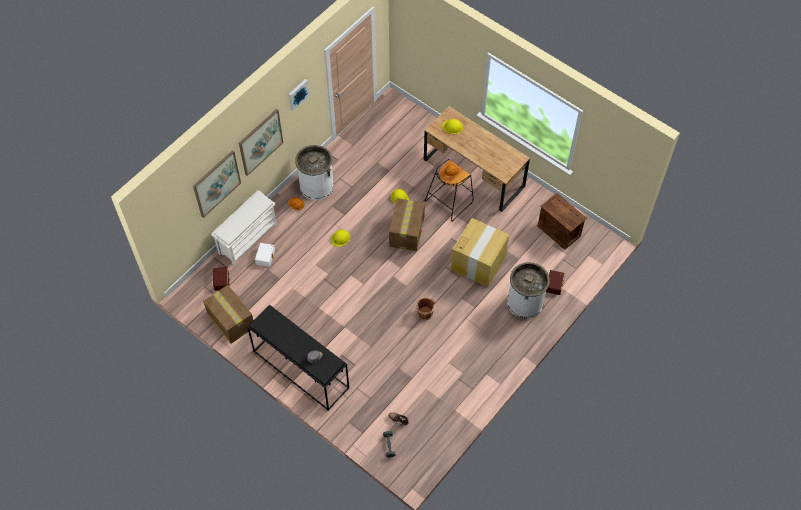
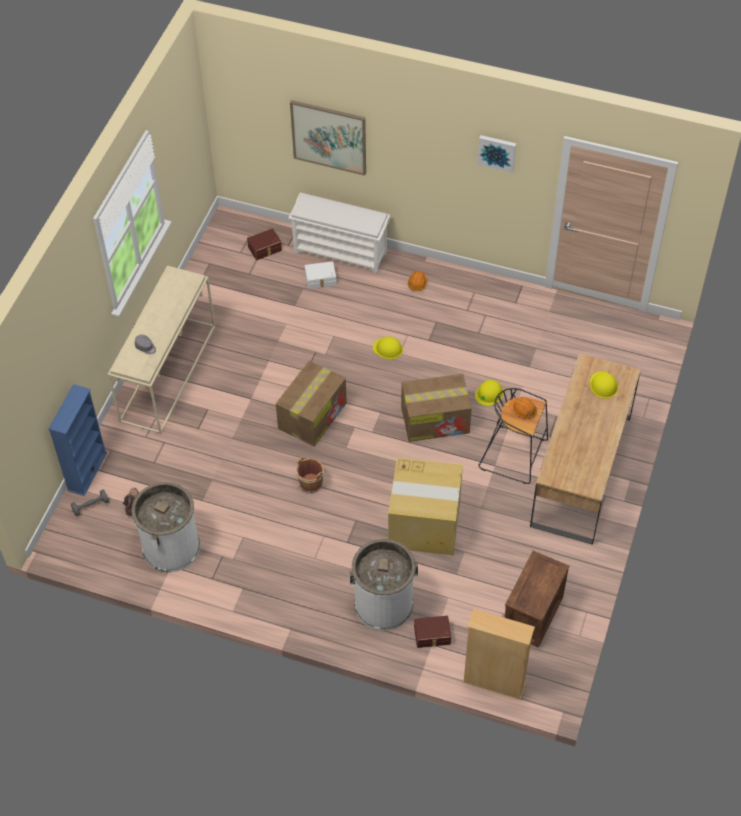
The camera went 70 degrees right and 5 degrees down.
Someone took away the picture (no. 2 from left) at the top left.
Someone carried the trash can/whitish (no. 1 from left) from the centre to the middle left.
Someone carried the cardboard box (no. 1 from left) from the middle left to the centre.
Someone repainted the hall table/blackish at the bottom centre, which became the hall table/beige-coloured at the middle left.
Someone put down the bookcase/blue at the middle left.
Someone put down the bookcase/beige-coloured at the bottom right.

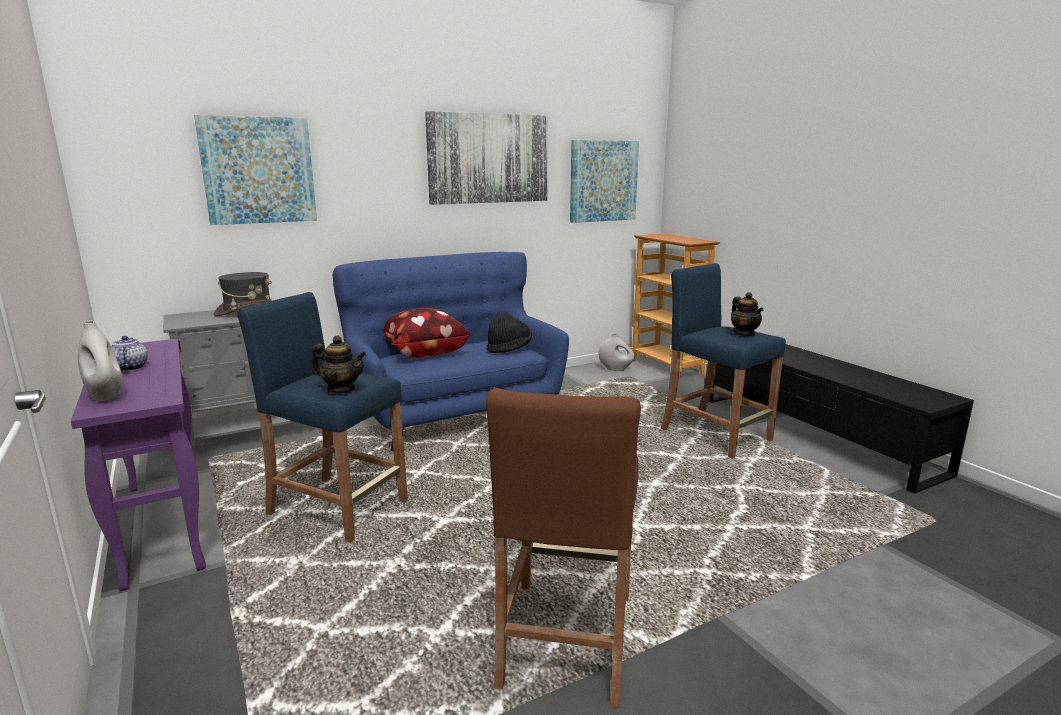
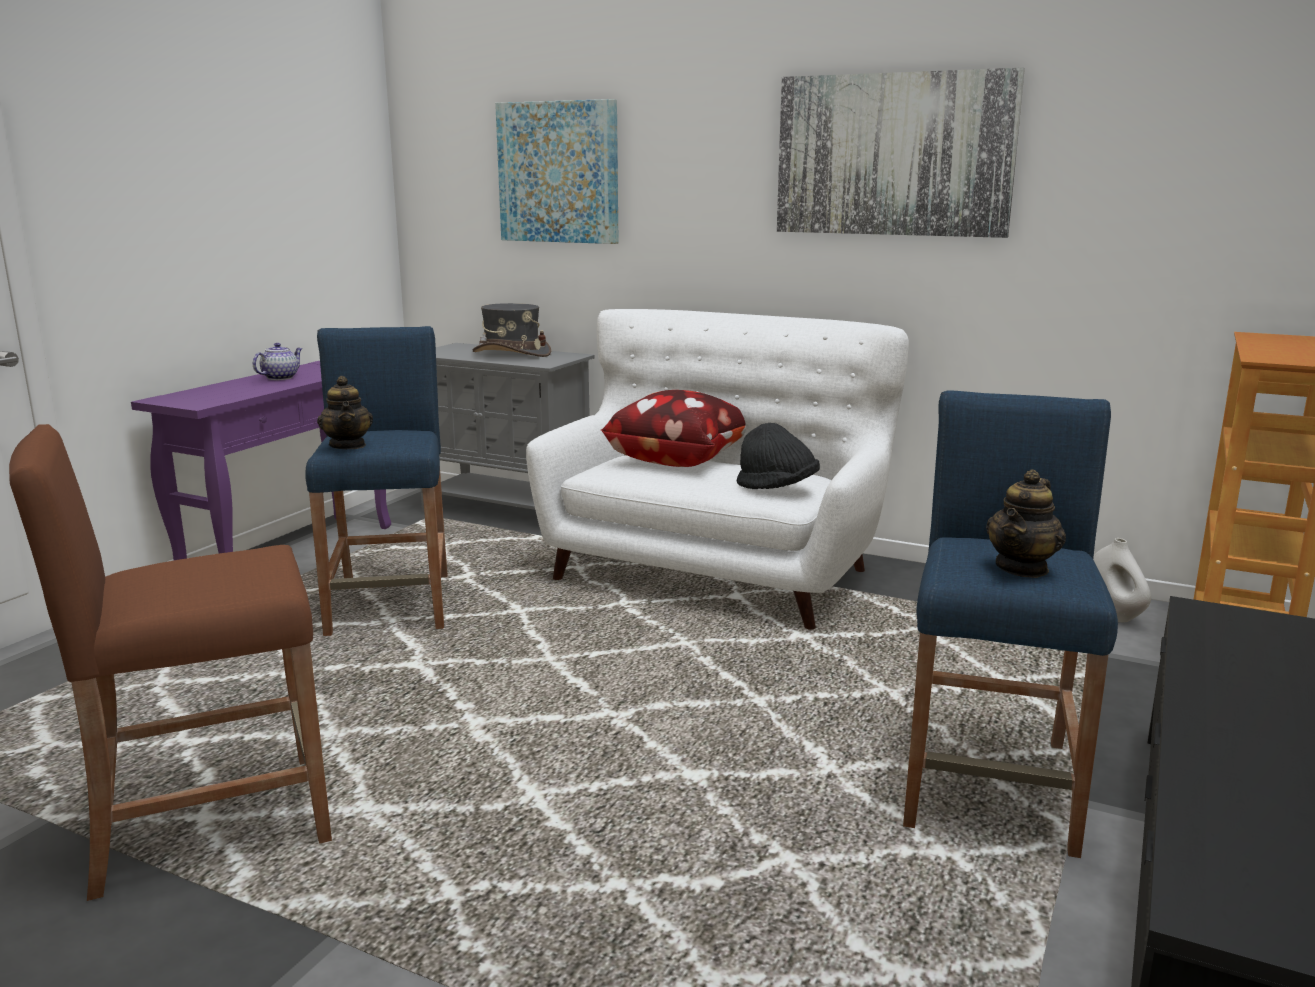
The camera went 55 degrees right and 0 degrees up.
Someone took away the picture (no. 3 from left) at the top centre.
Someone repainted the settee/blue at the centre, which became the settee/whitish at the centre.
Someone took away the vase/whitish (no. 1 from left) at the middle left.

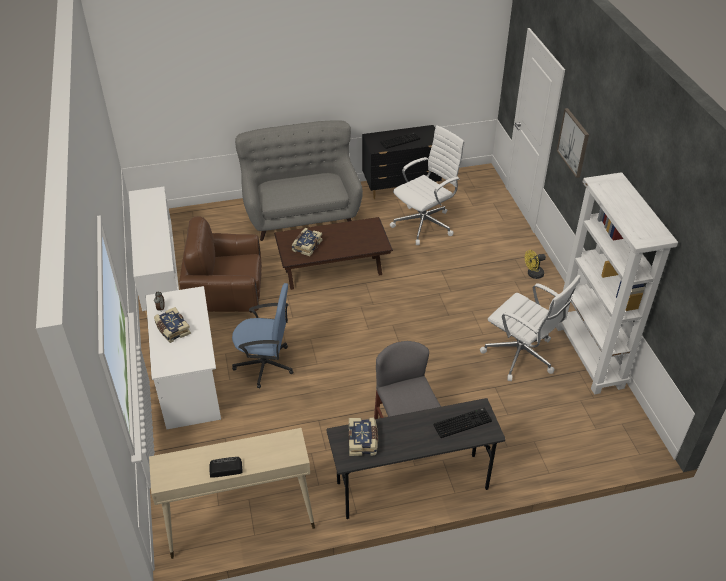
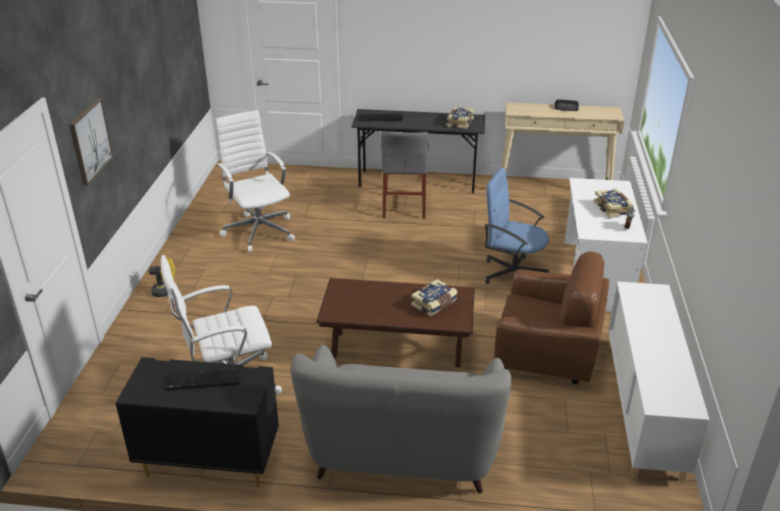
The camera went 160 degrees left and 10 degrees down.
Someone took away the bookcase/whitish at the middle right.

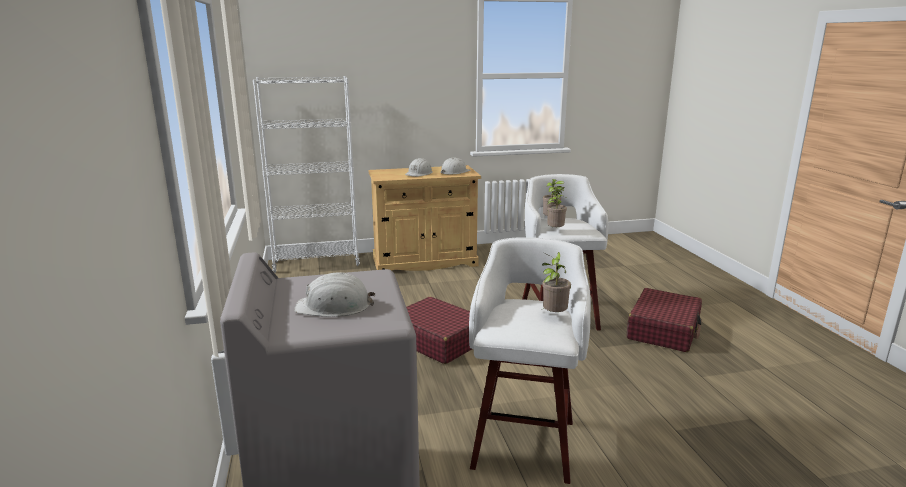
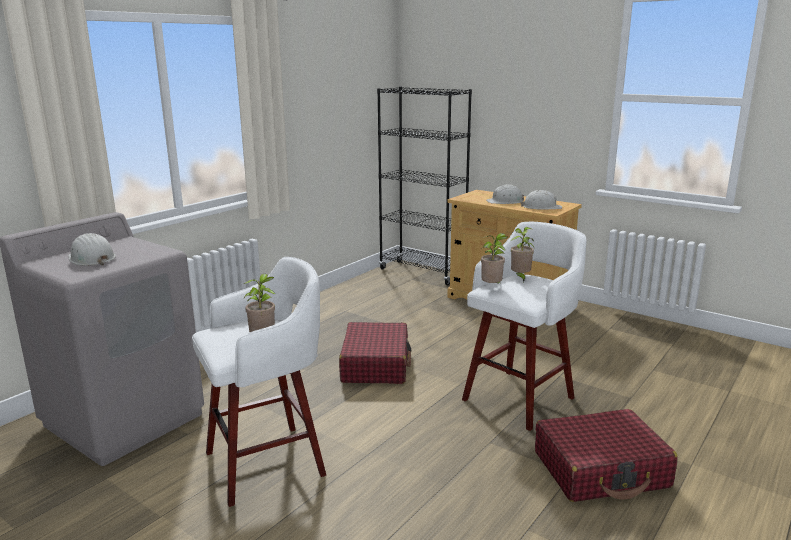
The camera went 50 degrees right and 0 degrees up.
Someone repainted the bookcase/whitish at the centre, which became the bookcase/blackish at the centre.

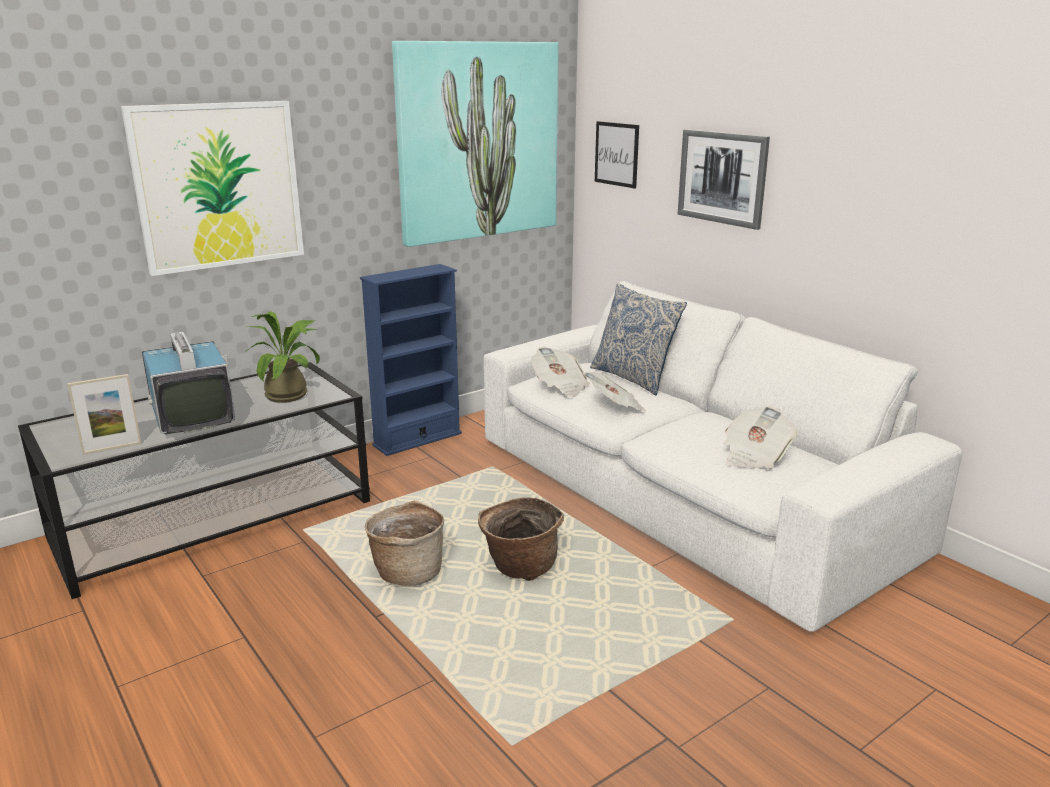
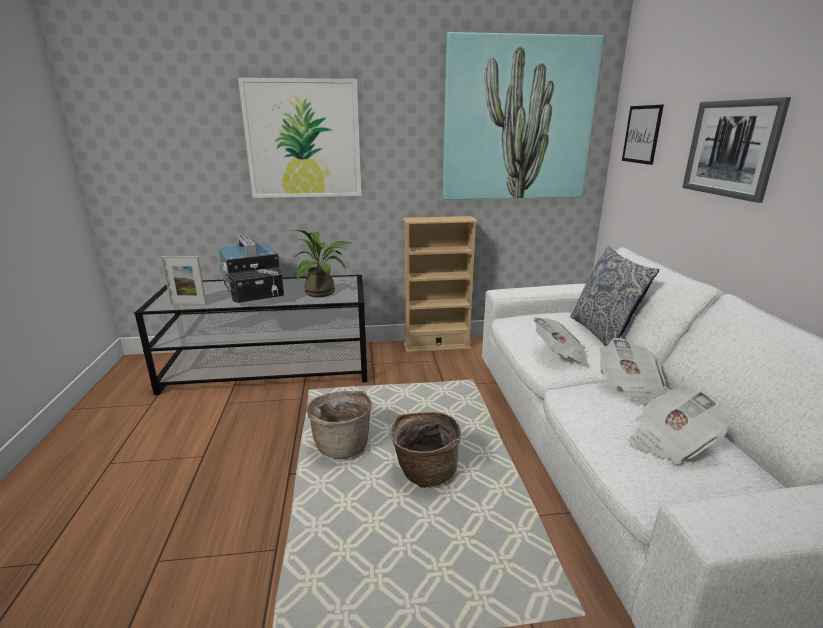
The camera went 30 degrees right and 0 degrees up.
Someone repainted the bookcase/blue at the centre, which became the bookcase/beige-coloured at the centre.
Someone rotated the TV at the middle left by 150 degrees clockwise.
Someone carried the printed paper (no. 1 from left in the first image) from the centre to the middle right.

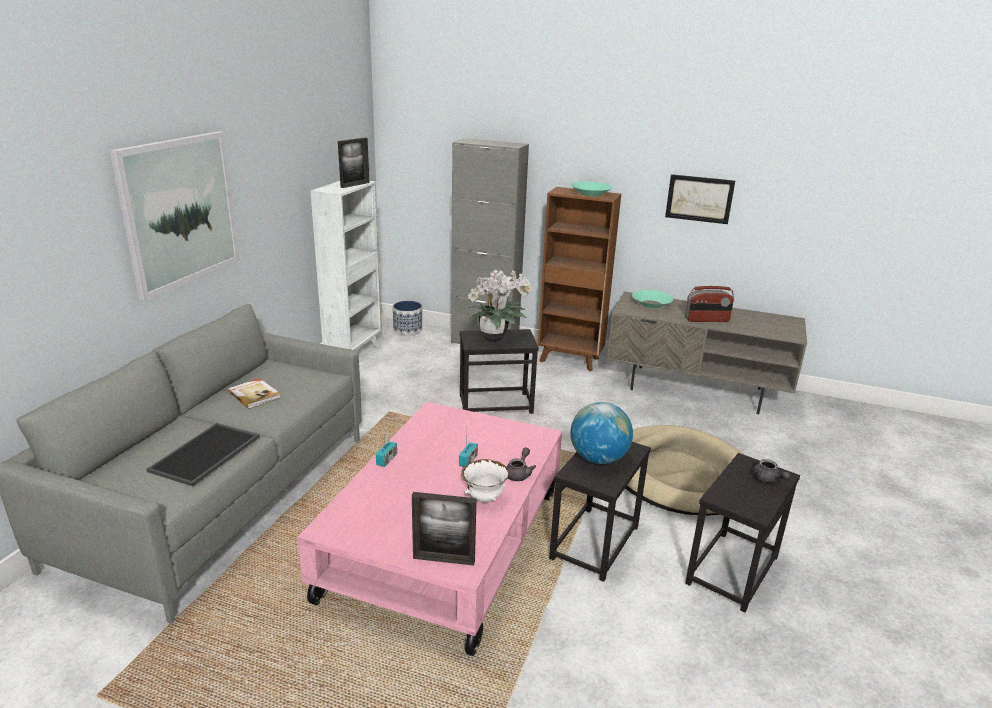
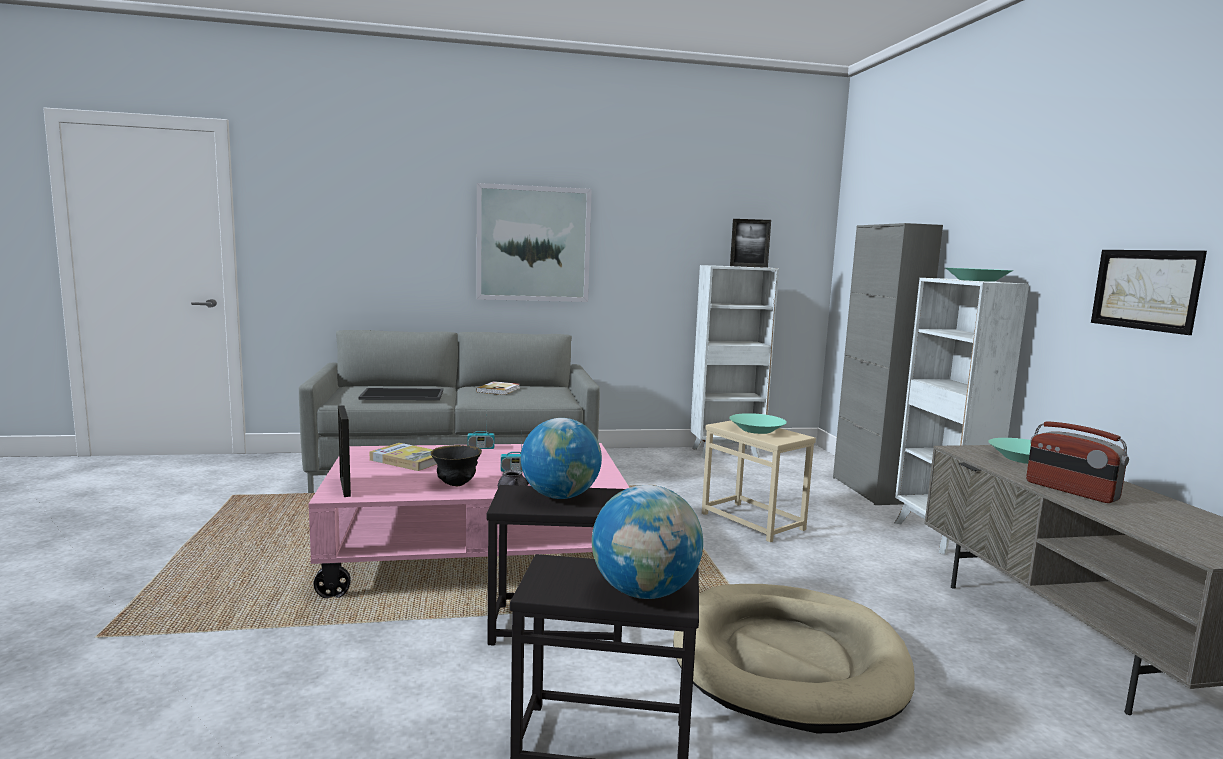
The camera went 60 degrees right and 15 degrees down.
Someone repainted the bookcase/brownish at the centre, which became the bookcase/whitish (no. 2 from left) at the middle right.
Someone swapped the plant in a pot at the centre for the bowl/blue-green (no. 1 from left) at the centre.
Someone took away the planter at the centre.
Someone repainted the accent table/blackish (no. 1 from left) at the centre, which became the accent table/beige-coloured at the centre.
Someone repainted the bowl/whitish at the bottom centre, which became the bowl/blackish at the centre.
Someone swapped the teapot/gray (no. 2 from left) at the middle right for the world globe (no. 2 from left) at the bottom centre.
Someone put down the book (no. 1 from left) at the middle left.

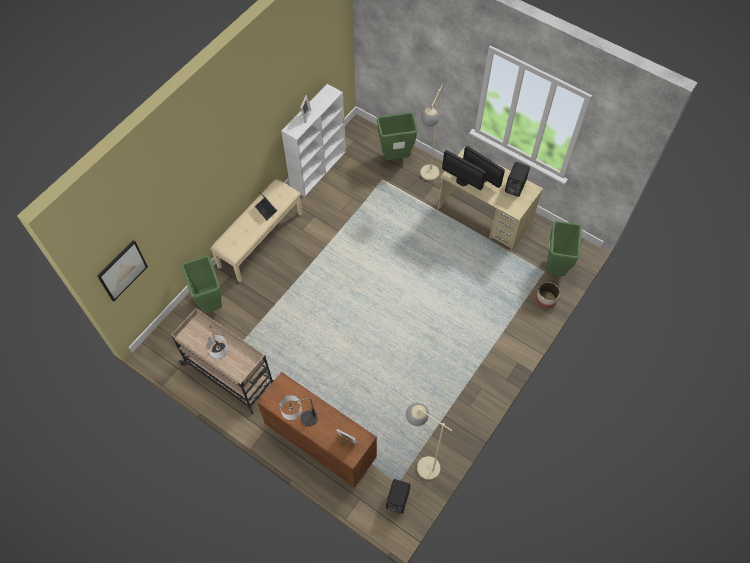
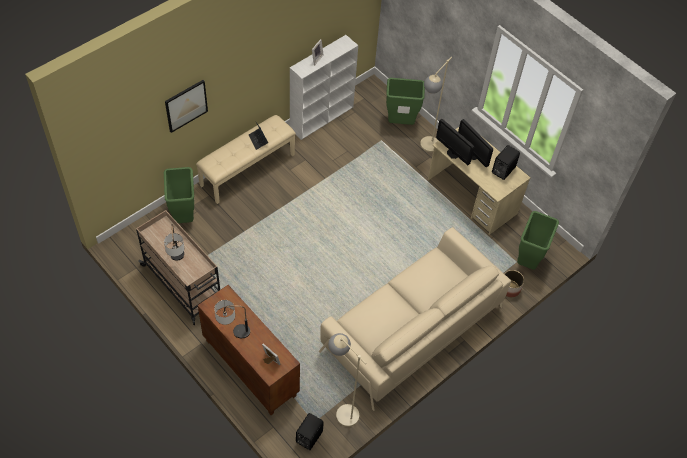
The camera went 10 degrees right and 5 degrees down.
Someone carried the picture from the middle left to the top left.
Someone put down the settee/beige-coloured at the bottom centre.

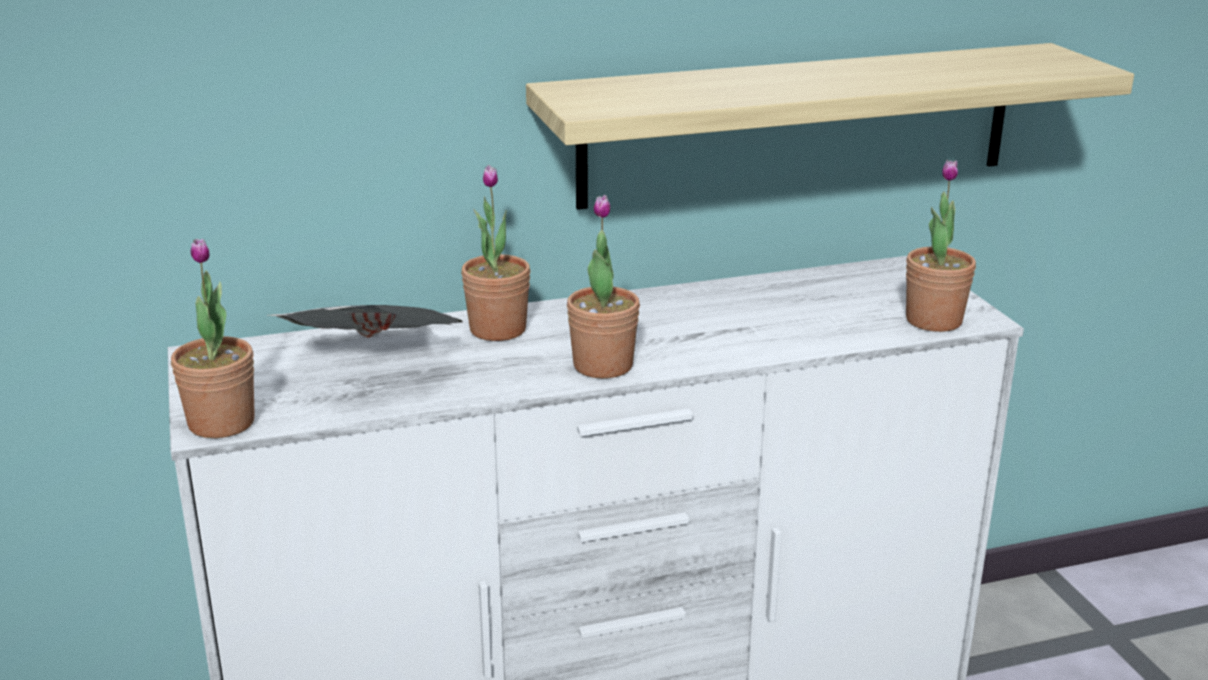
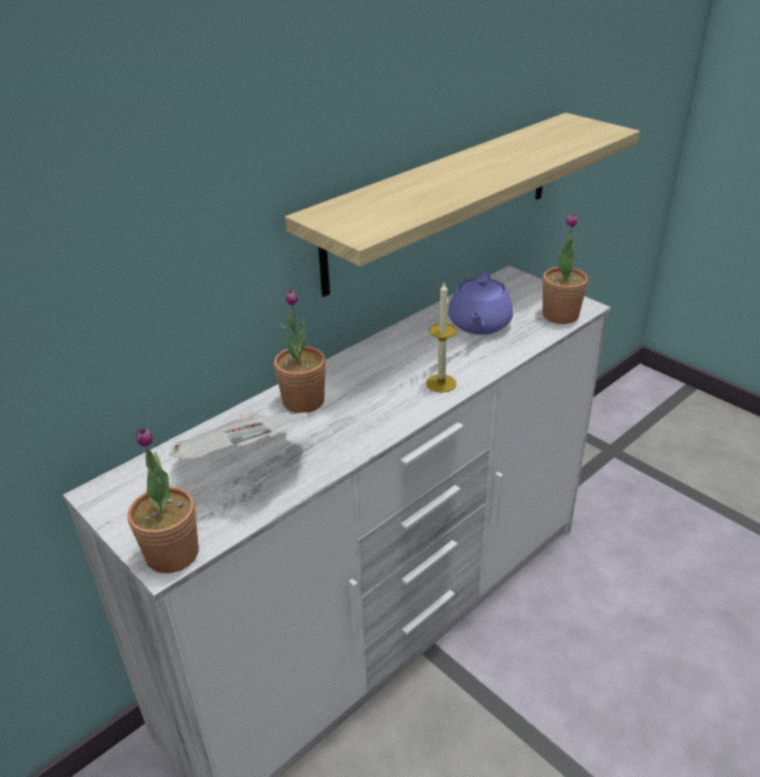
The camera went 25 degrees left and 10 degrees up.
Someone took away the plant in a pot (no. 3 from left) at the centre.
Someone put down the teapot/purplish at the centre.
Someone put down the wax candle at the centre.

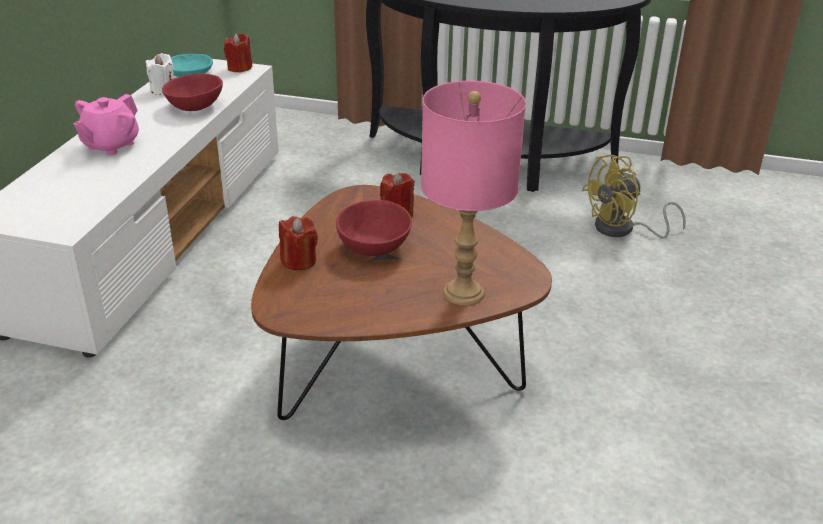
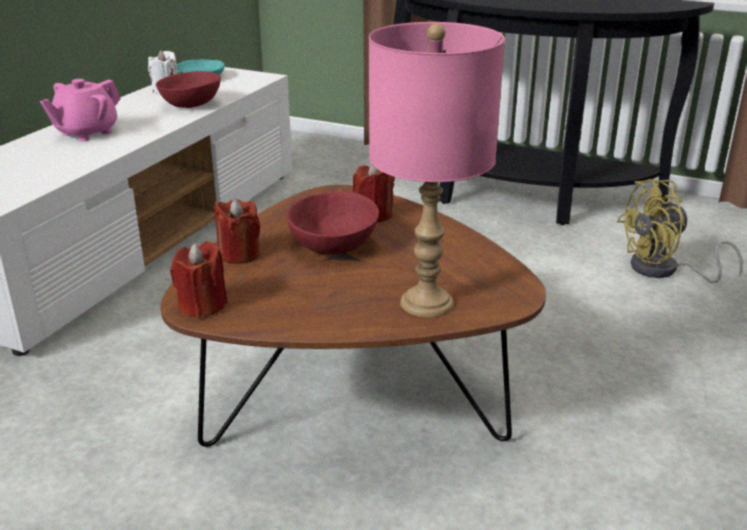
The camera went 10 degrees right and 5 degrees down.
Someone carried the wax candle/red-coloured (no. 1 from left) from the top left to the middle left.

